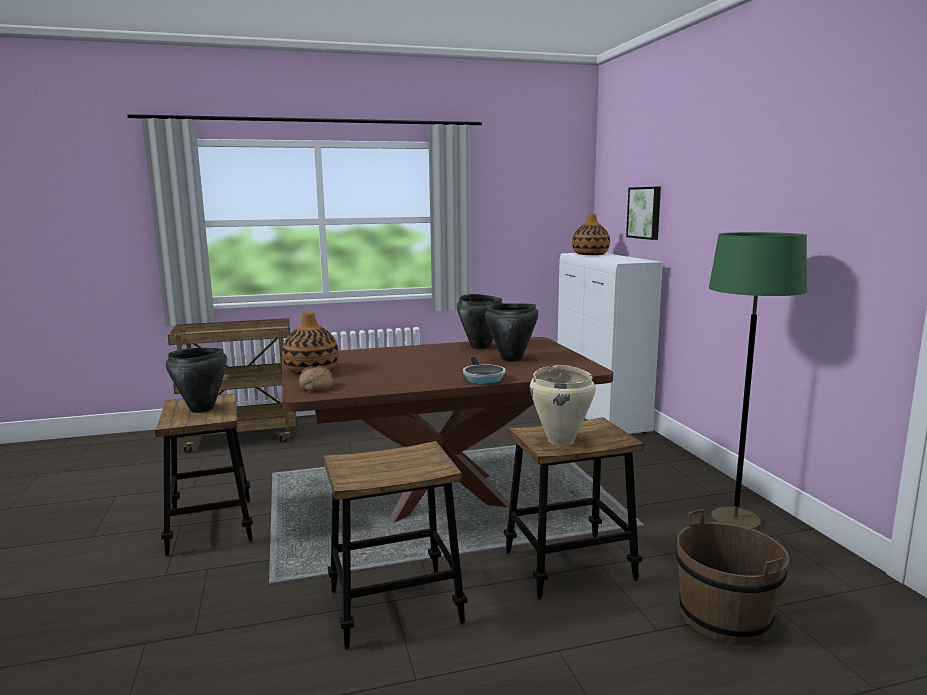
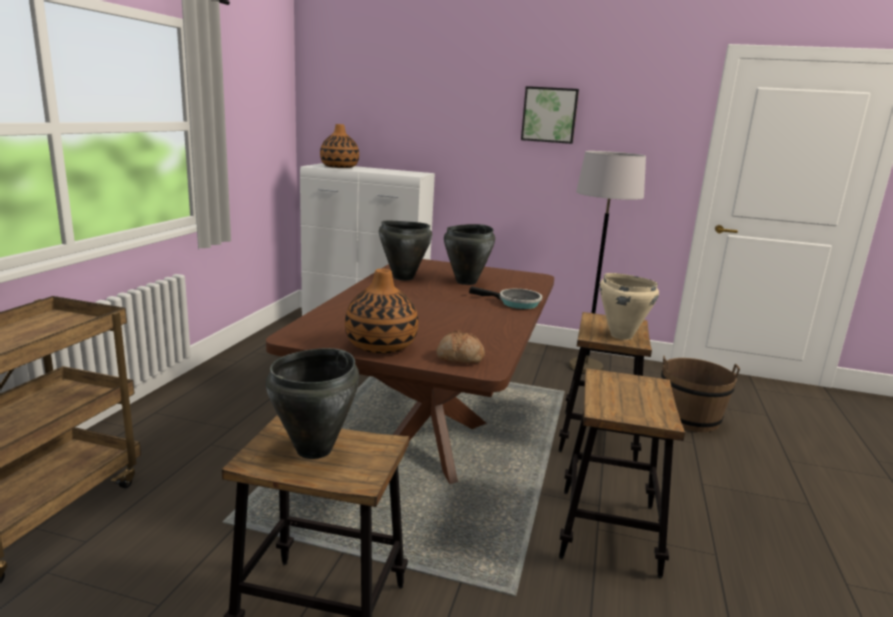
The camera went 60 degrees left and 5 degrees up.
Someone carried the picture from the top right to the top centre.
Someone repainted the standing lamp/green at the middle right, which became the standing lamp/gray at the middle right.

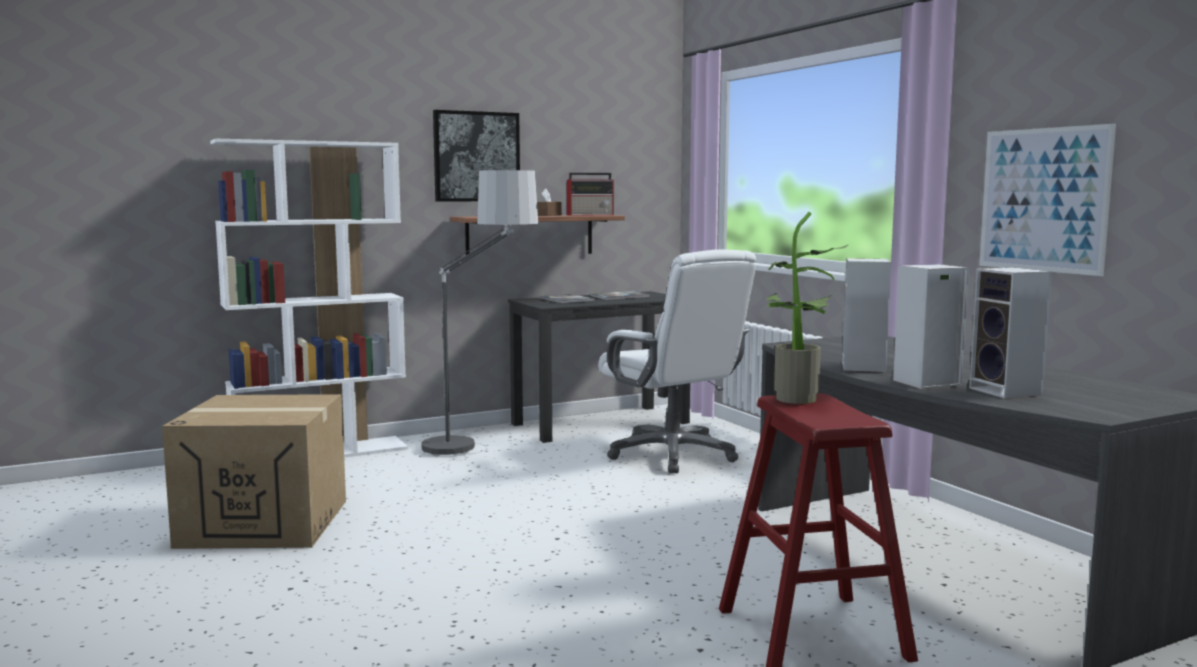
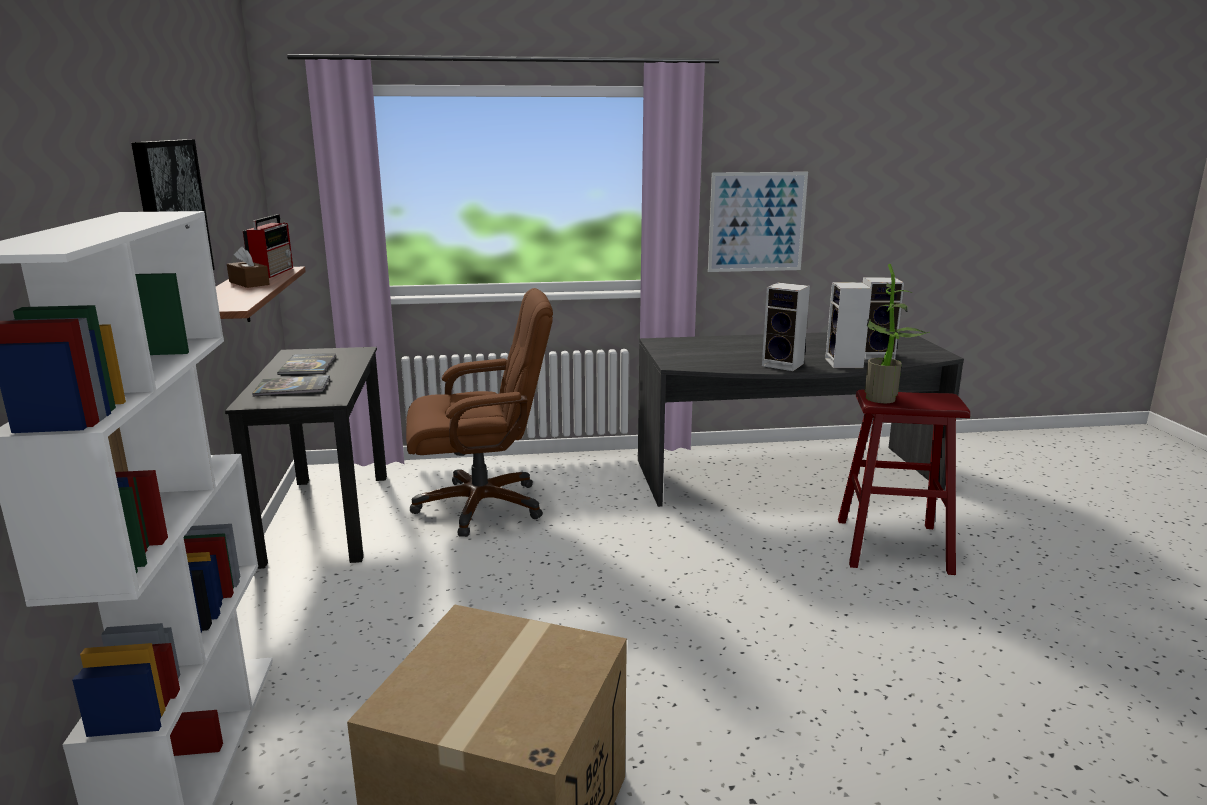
The camera went 70 degrees left and 10 degrees up.
Someone took away the standing lamp at the centre.
Someone repainted the desk chair/whitish at the centre, which became the desk chair/brownish at the centre.

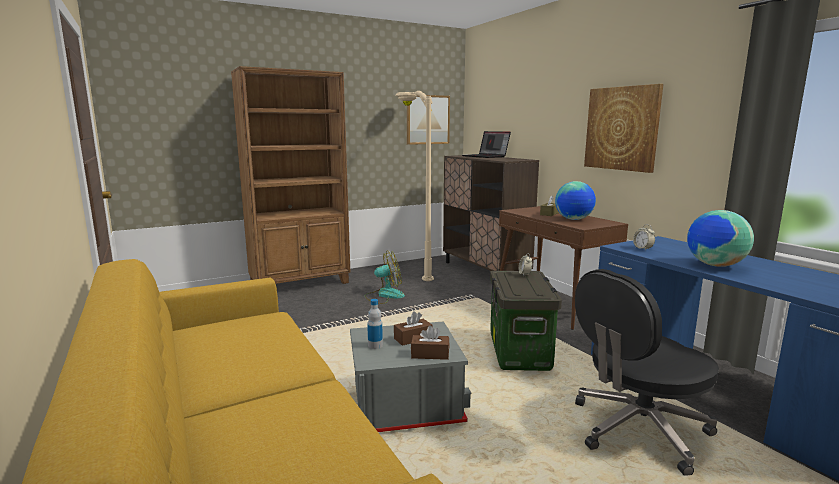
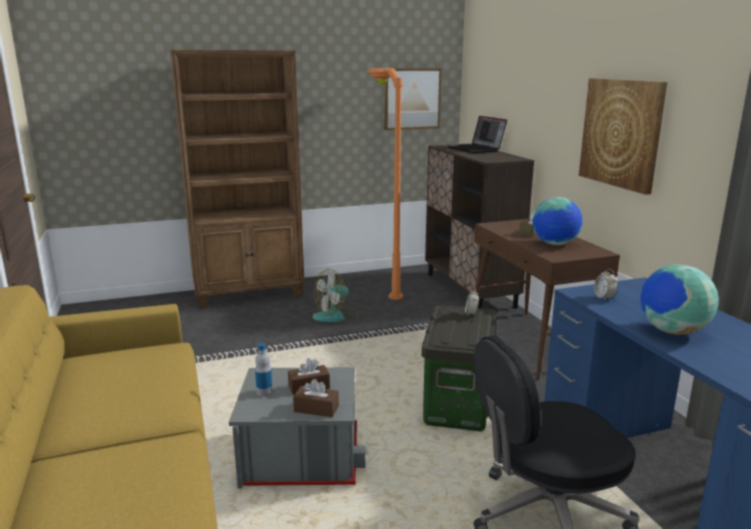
The camera went 10 degrees right and 5 degrees up.
Someone repainted the standing lamp/beige-coloured at the centre, which became the standing lamp/orangey at the centre.
Someone rotated the fan at the centre by 150 degrees clockwise.

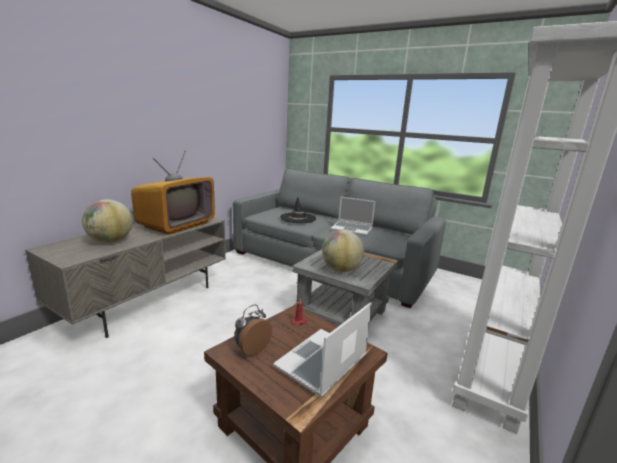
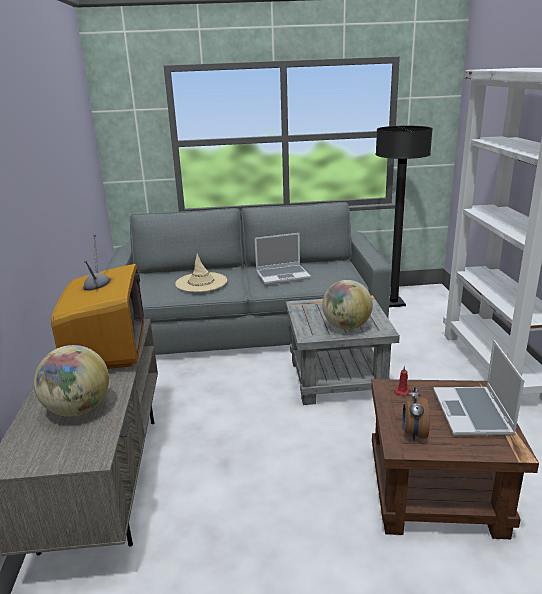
The camera went 35 degrees left and 5 degrees up.
Someone repainted the wearable hat/blackish at the centre, which became the wearable hat/beige-coloured at the centre.
Someone put down the standing lamp/blackish at the middle right.

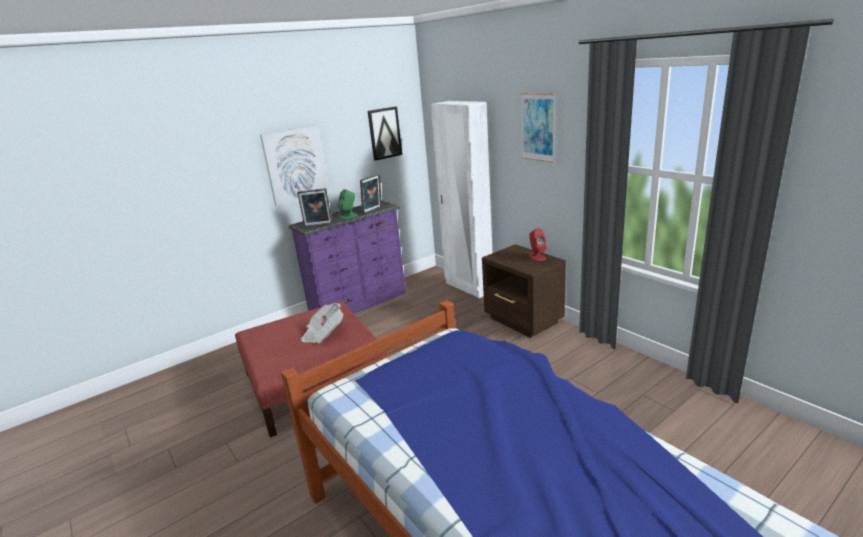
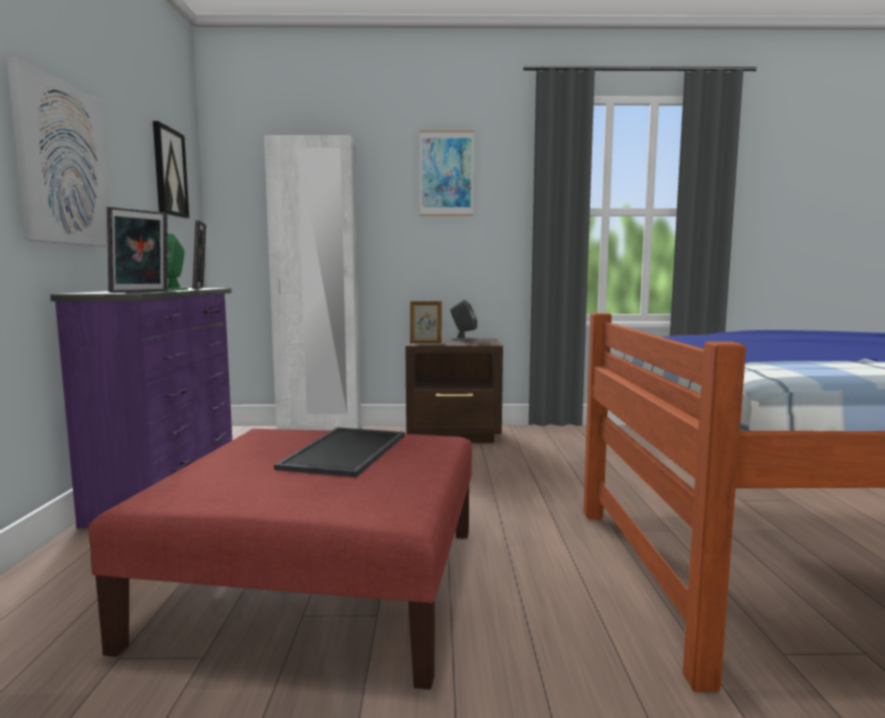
The camera went 55 degrees left and 15 degrees down.
Someone repainted the loudspeaker/red-coloured at the centre, which became the loudspeaker/gray at the centre.
Someone swapped the printed paper at the centre for the tray at the centre.
Someone put down the standing frame (no. 3 from left) at the centre.

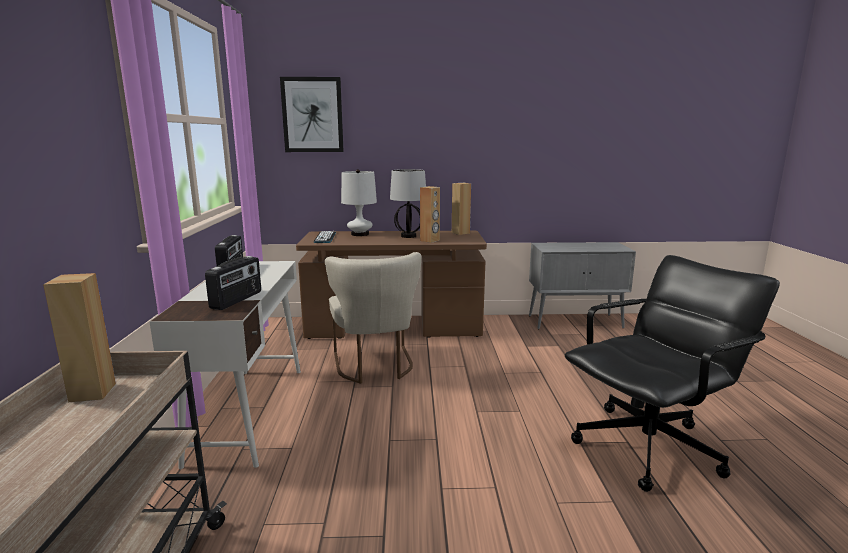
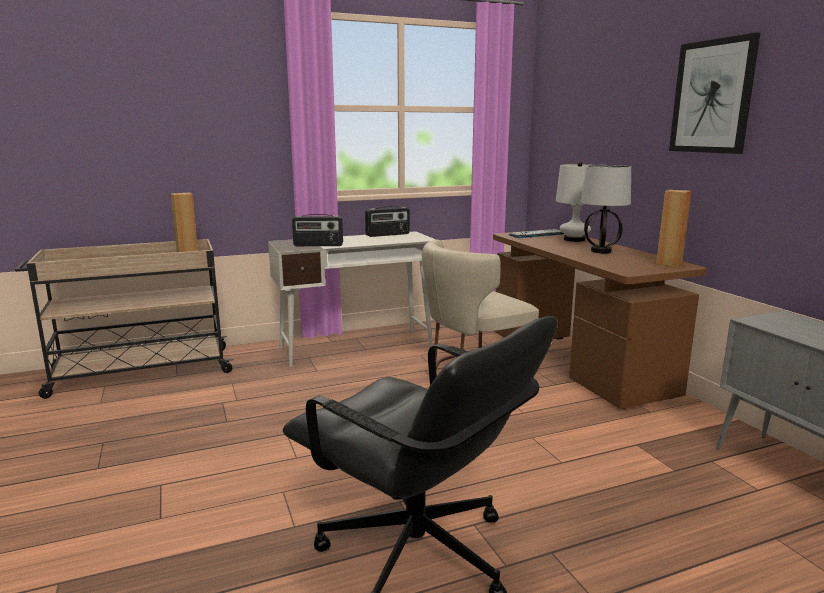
The camera went 70 degrees right and 0 degrees up.
Someone carried the picture from the top centre to the top right.
Someone took away the loudspeaker/brownish (no. 2 from left) at the centre.

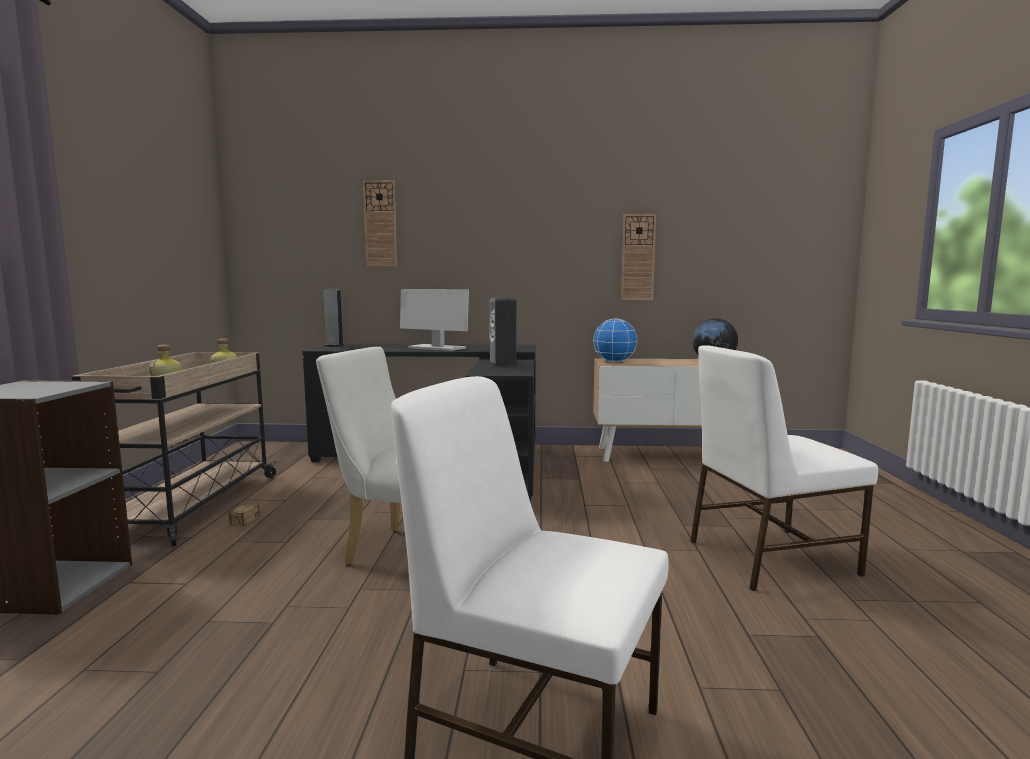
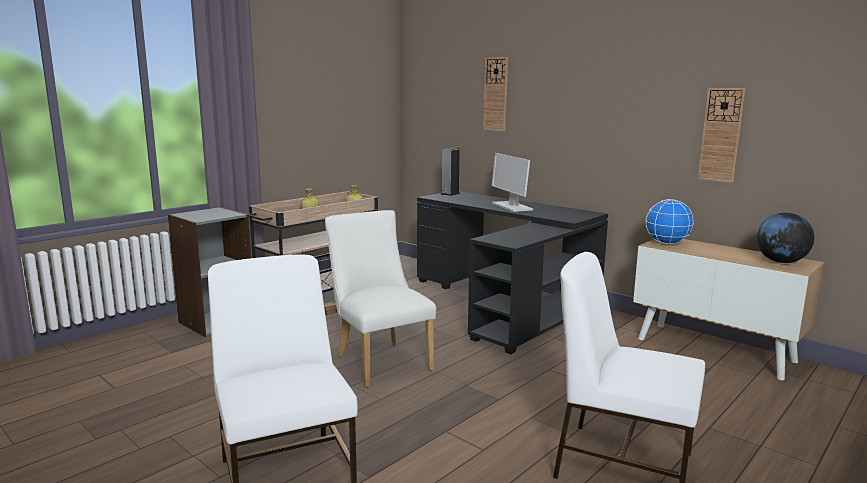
The camera went 40 degrees right and 5 degrees up.
Someone took away the loudspeaker (no. 2 from left) at the centre.

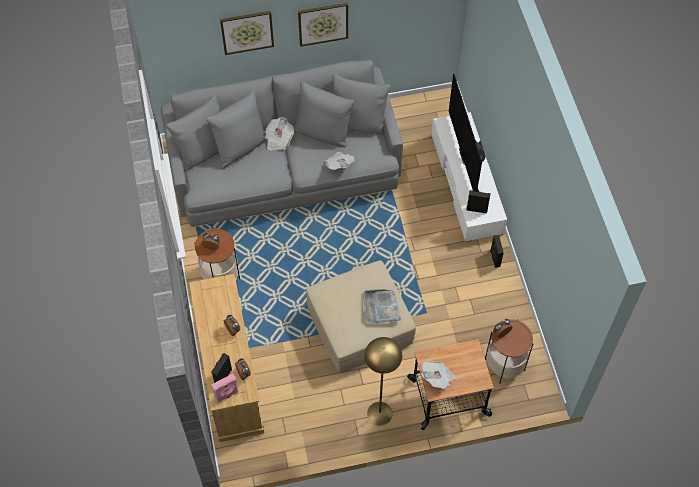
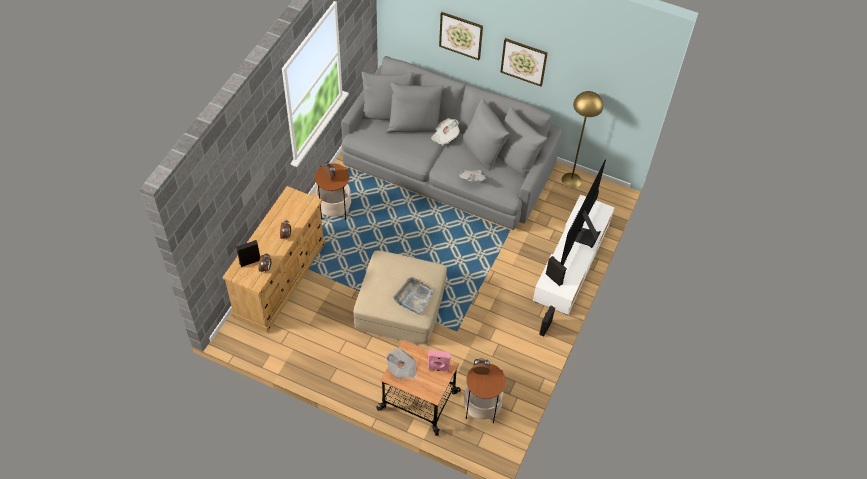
The camera went 35 degrees right and 5 degrees down.
Someone carried the standing lamp/yellow from the bottom centre to the top right.
Someone carried the loudspeaker/pink-coloured from the bottom left to the bottom centre.

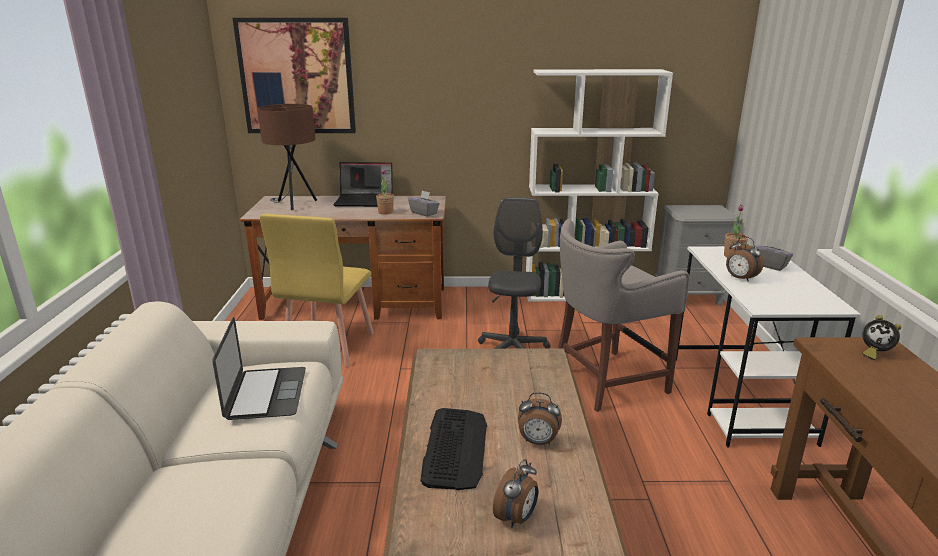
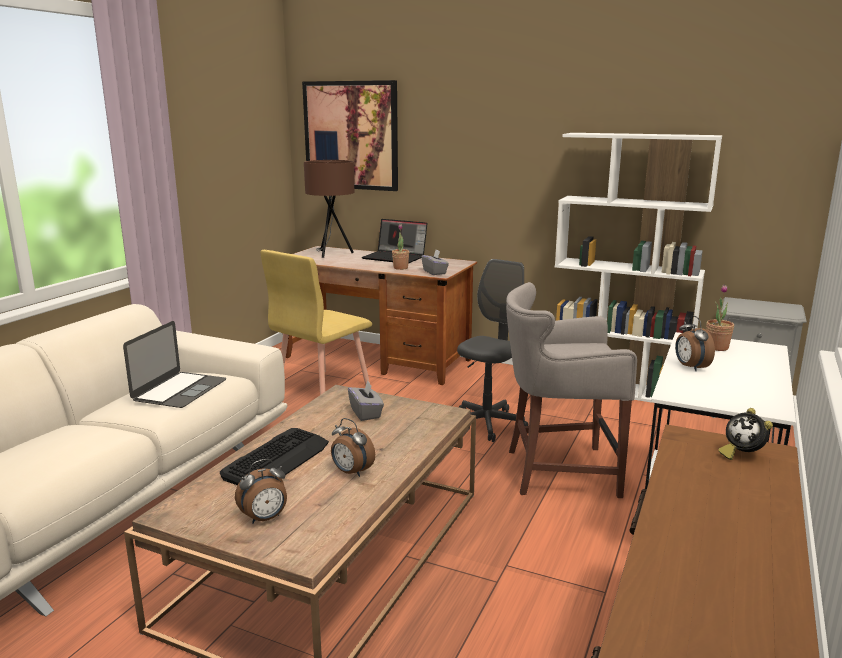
The camera went 25 degrees right and 5 degrees down.
Someone carried the tissue holder/gray (no. 2 from left in the first image) from the middle right to the centre.

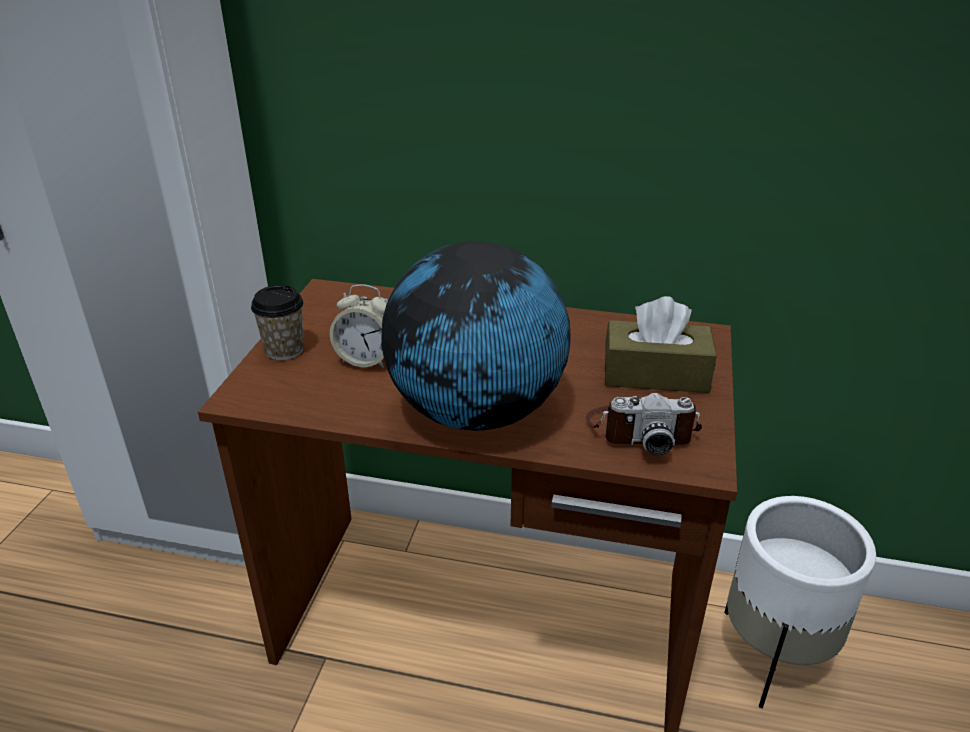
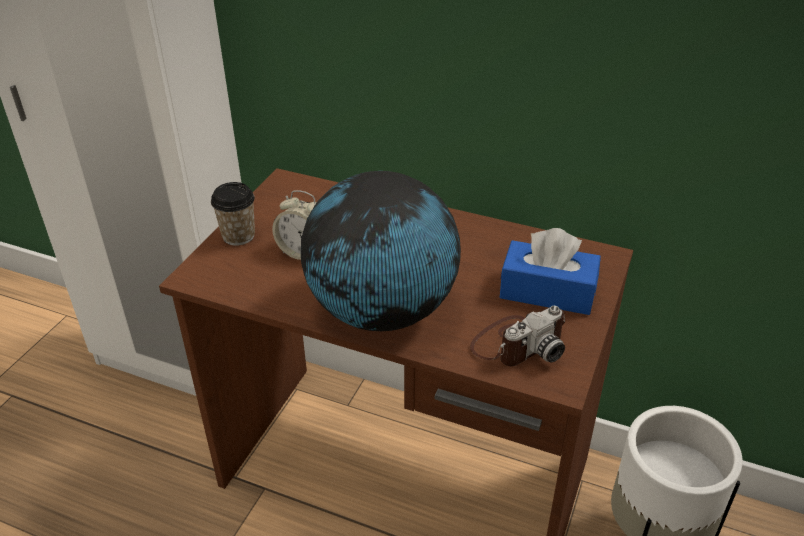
The camera went 10 degrees right and 5 degrees up.
Someone repainted the tissue holder/brownish at the middle right, which became the tissue holder/blue at the middle right.
Someone rotated the still camera at the centre by 45 degrees counterclockwise.

